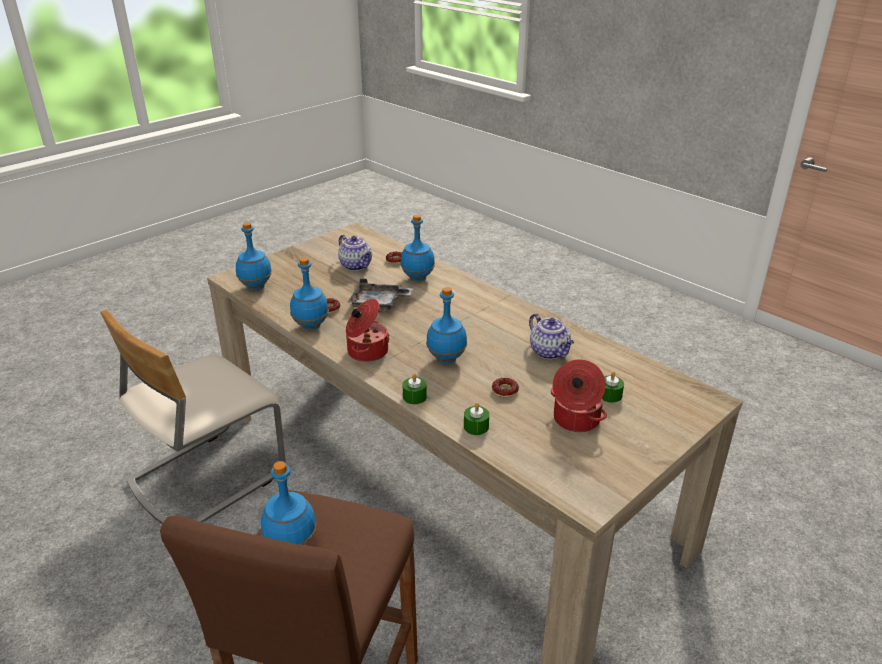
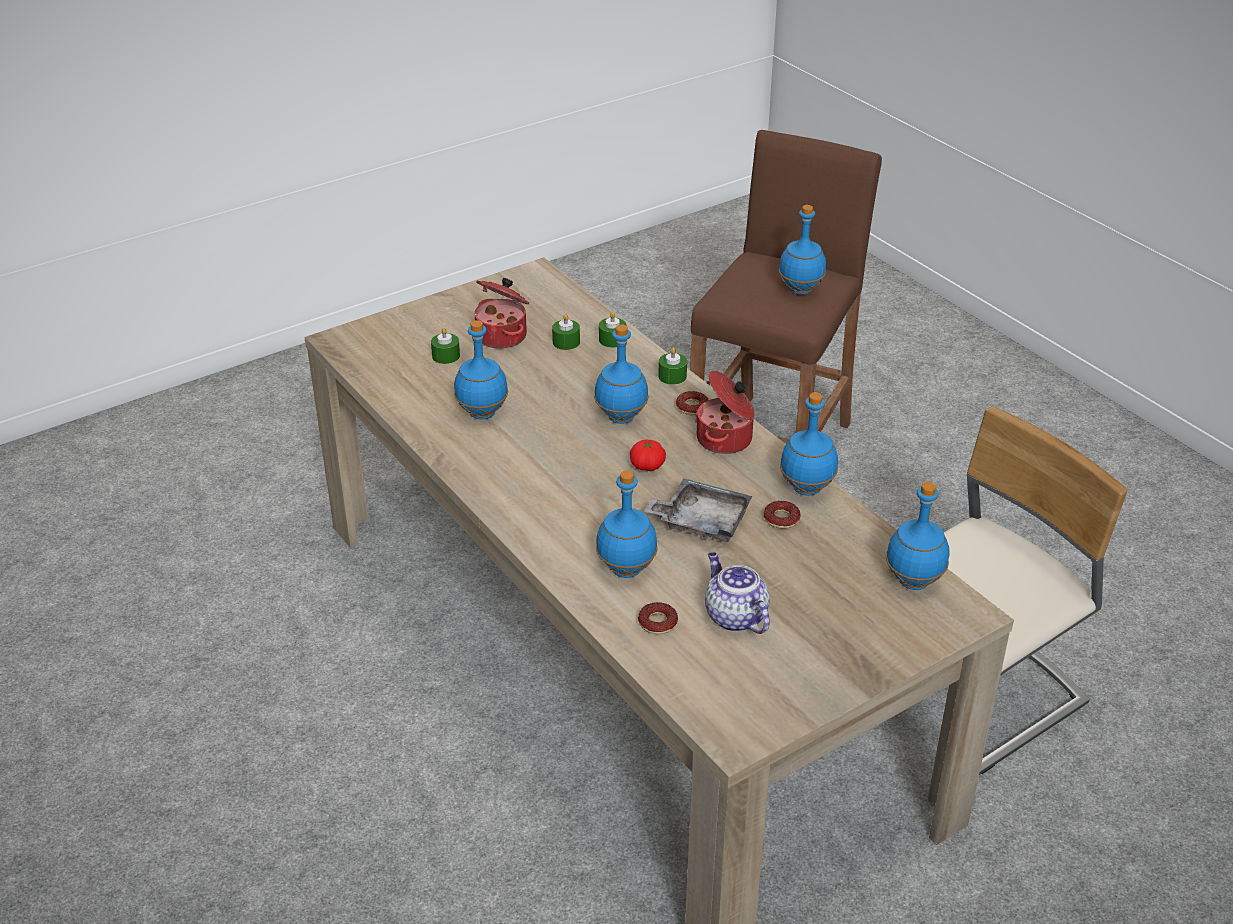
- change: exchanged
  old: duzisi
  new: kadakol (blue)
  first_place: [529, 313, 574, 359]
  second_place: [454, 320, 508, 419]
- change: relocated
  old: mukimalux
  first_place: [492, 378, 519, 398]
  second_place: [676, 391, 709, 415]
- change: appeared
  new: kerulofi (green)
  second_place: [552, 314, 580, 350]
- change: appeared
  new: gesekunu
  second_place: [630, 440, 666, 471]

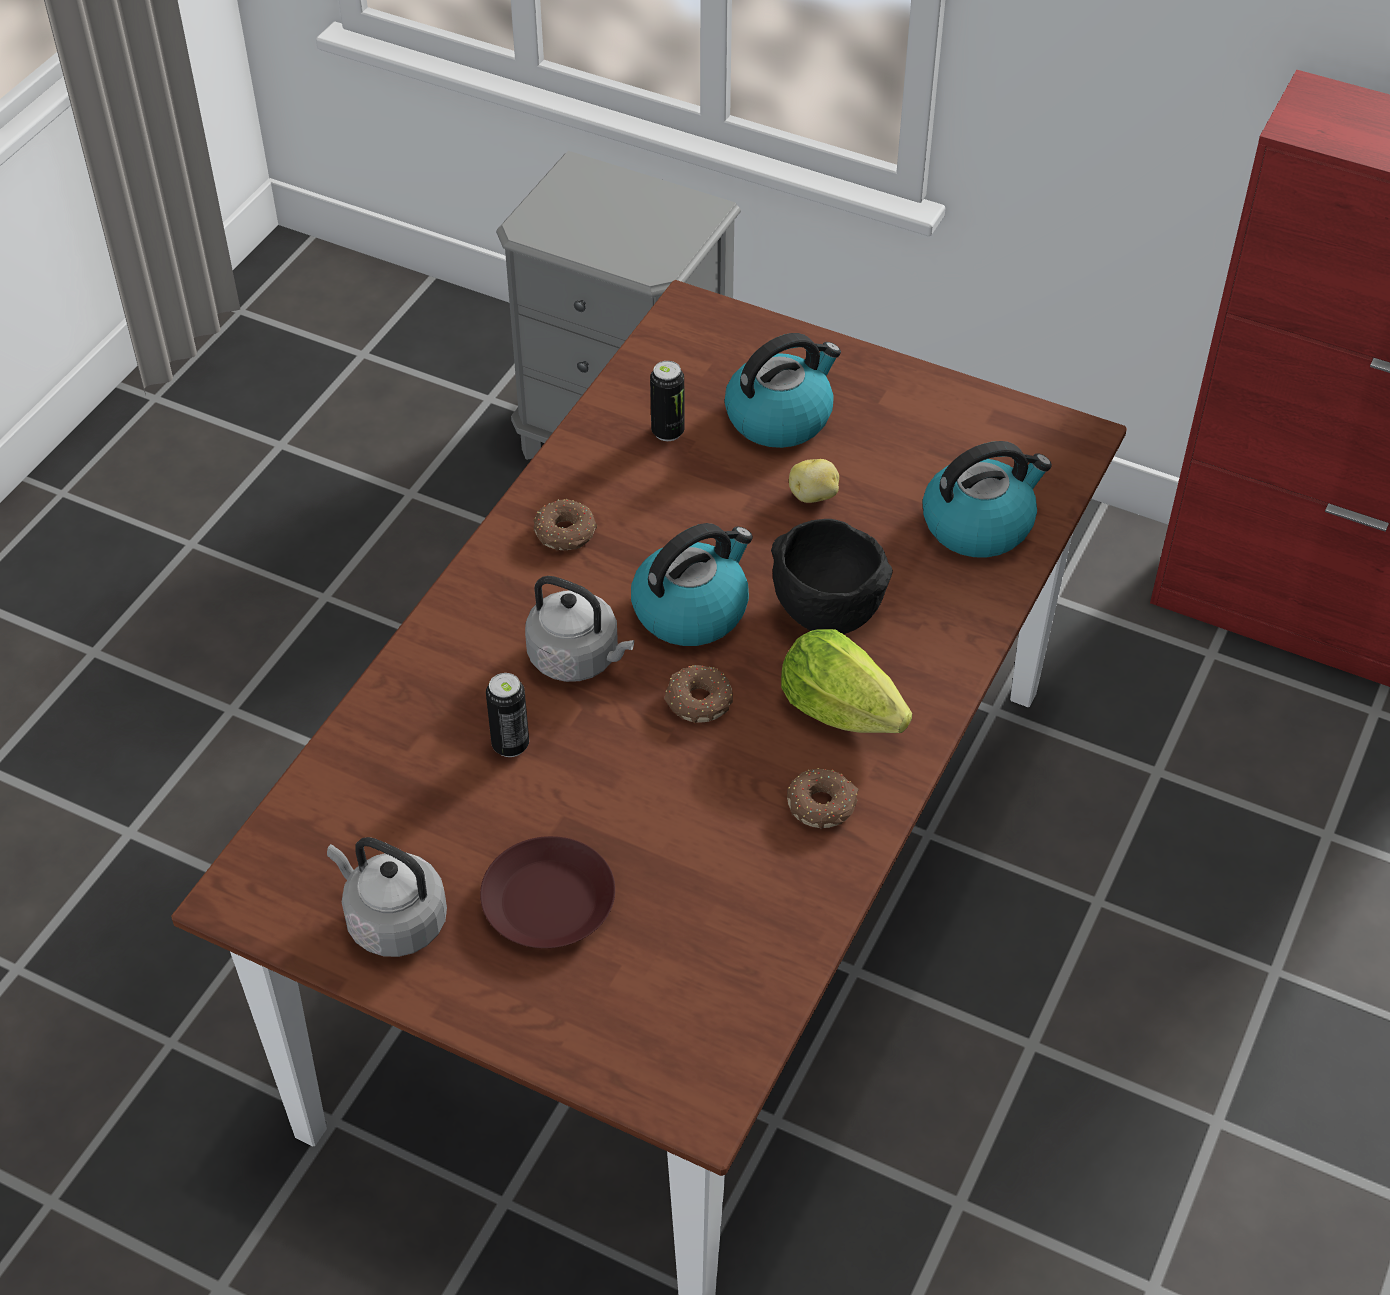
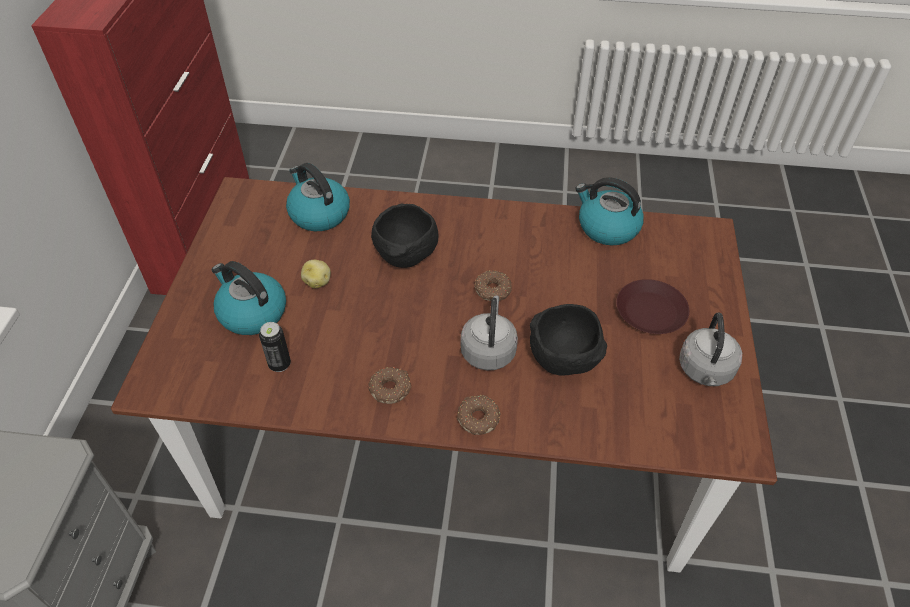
- change: relocated
  old: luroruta
  first_place: [631, 523, 753, 646]
  second_place: [575, 177, 644, 245]
- change: missing
  old: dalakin
  first_place: [781, 629, 912, 733]
- change: exchanged
  old: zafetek
  new: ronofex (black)
  first_place: [486, 673, 529, 757]
  second_place: [530, 304, 607, 376]
- change: relocated
  old: mukimalux
  first_place: [787, 768, 859, 829]
  second_place: [457, 395, 501, 435]

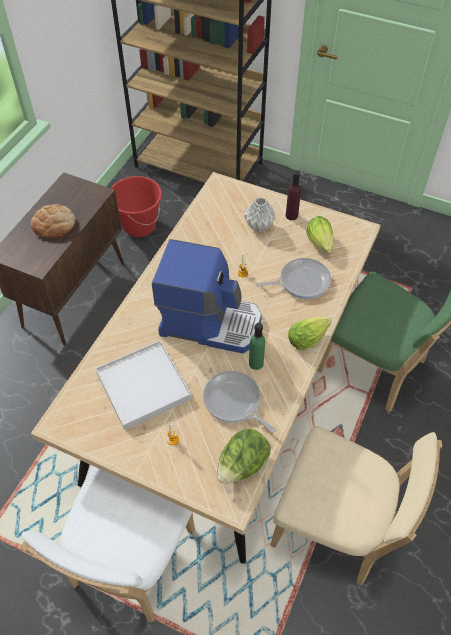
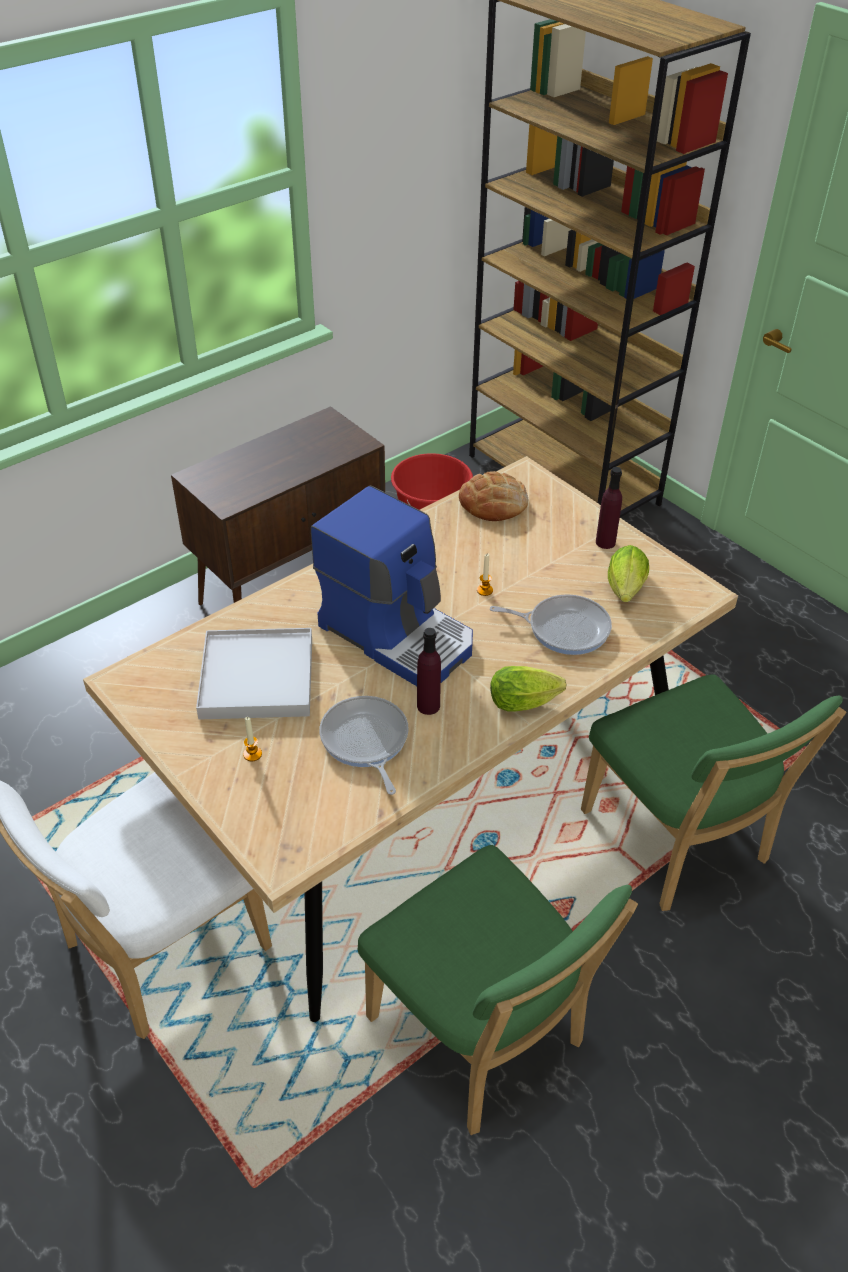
- change: missing
  old: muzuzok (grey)
  first_place: [244, 197, 275, 232]
- change: relocated
  old: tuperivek
  first_place: [31, 204, 76, 238]
  second_place: [459, 471, 529, 521]
- change: colour
  old: kadakol (green)
  new: kadakol (purple)
  first_place: [249, 323, 265, 370]
  second_place: [417, 628, 441, 715]
- change: colour
  old: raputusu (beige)
  new: raputusu (green)
  first_place: [270, 426, 442, 586]
  second_place: [357, 845, 638, 1135]
- change: missing
  old: dalakin
  first_place: [217, 429, 270, 484]

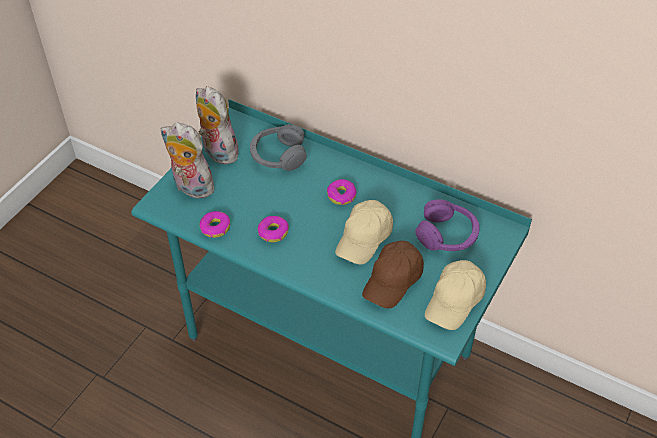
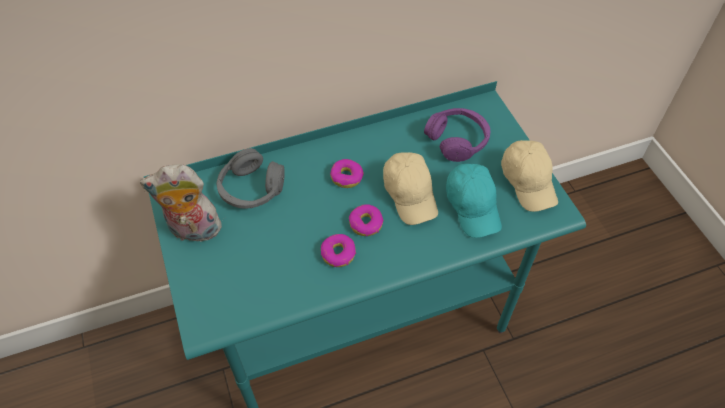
- change: missing
  old: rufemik
  first_place: [161, 123, 214, 198]
- change: relocated
  old: mukimalux
  first_place: [200, 211, 230, 238]
  second_place: [349, 204, 384, 236]
- change: colour
  old: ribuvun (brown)
  new: ribuvun (turquoise)
  first_place: [362, 241, 424, 308]
  second_place: [446, 164, 502, 238]

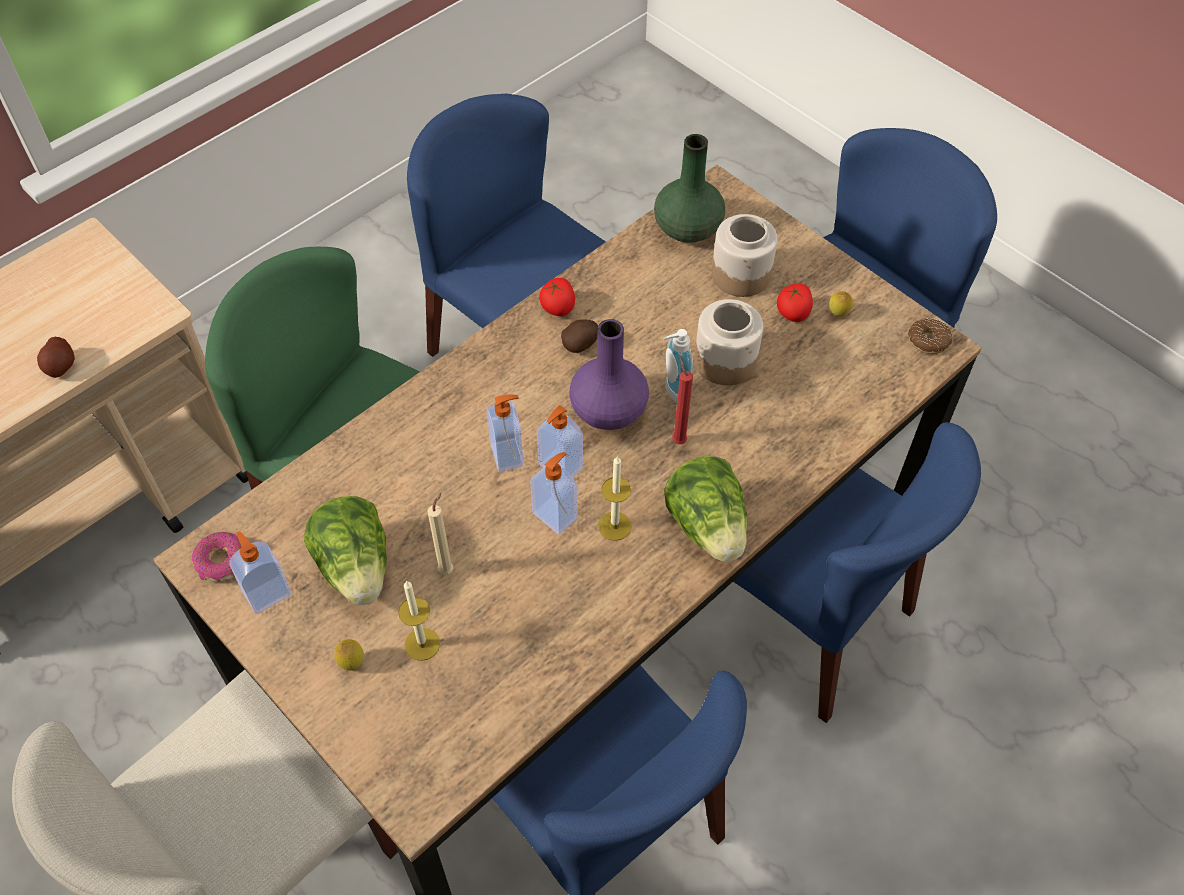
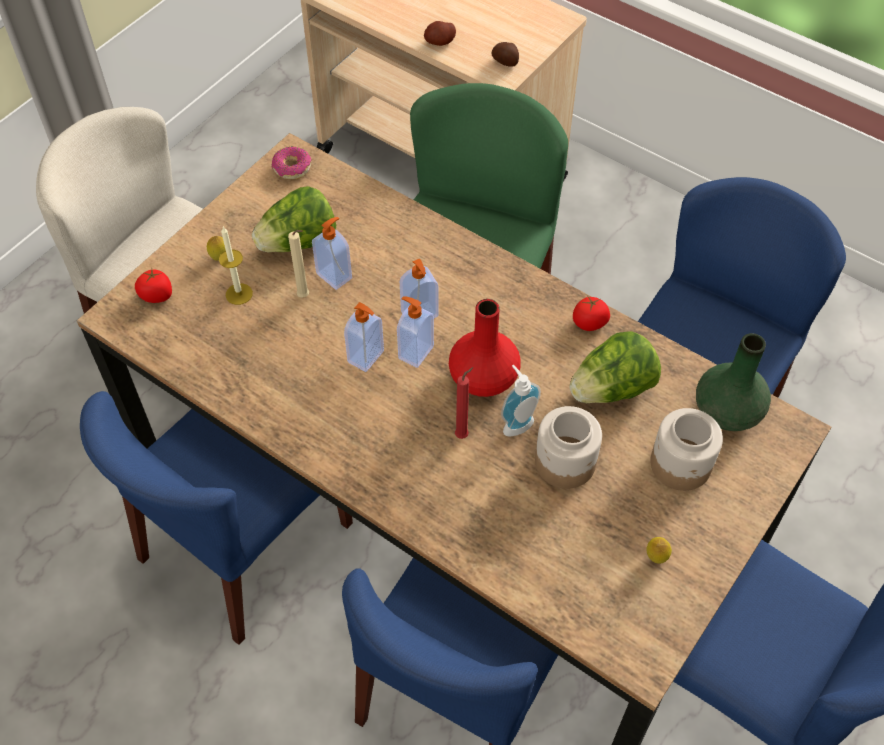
- change: relocated
  old: gesekunu
  first_place: [777, 283, 813, 322]
  second_place: [135, 269, 172, 303]
- change: missing
  old: mukimalux
  first_place: [908, 318, 953, 354]
- change: relocated
  old: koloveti
  first_place: [561, 319, 598, 353]
  second_place: [492, 42, 519, 67]
- change: colour
  old: muzuzok (purple)
  new: muzuzok (red)
  first_place: [569, 319, 649, 430]
  second_place: [449, 299, 521, 397]
- change: missing
  old: kerulofi
  first_place: [598, 456, 632, 541]
- change: relocated
  old: dalakin
  first_place: [664, 456, 747, 562]
  second_place: [570, 331, 661, 403]
- change: relocated
  old: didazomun
  first_place: [229, 531, 292, 614]
  second_place: [312, 217, 352, 290]

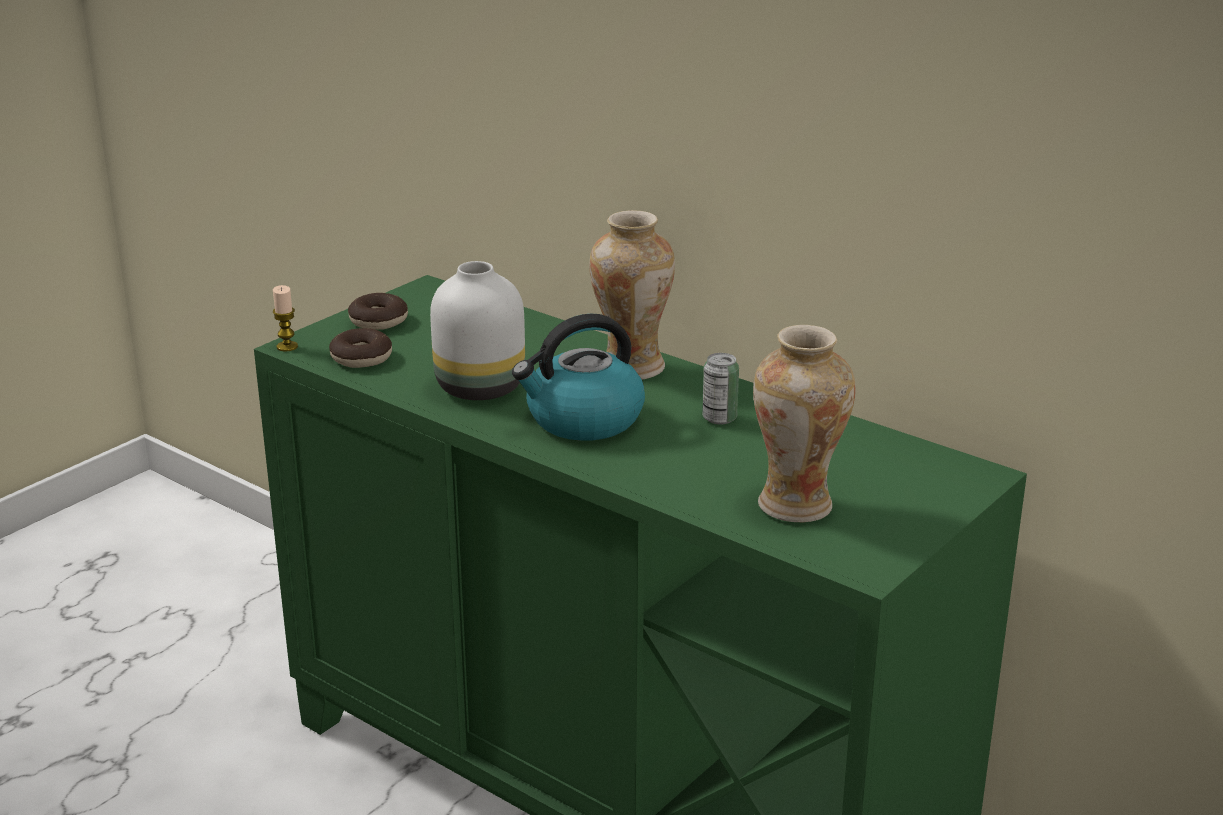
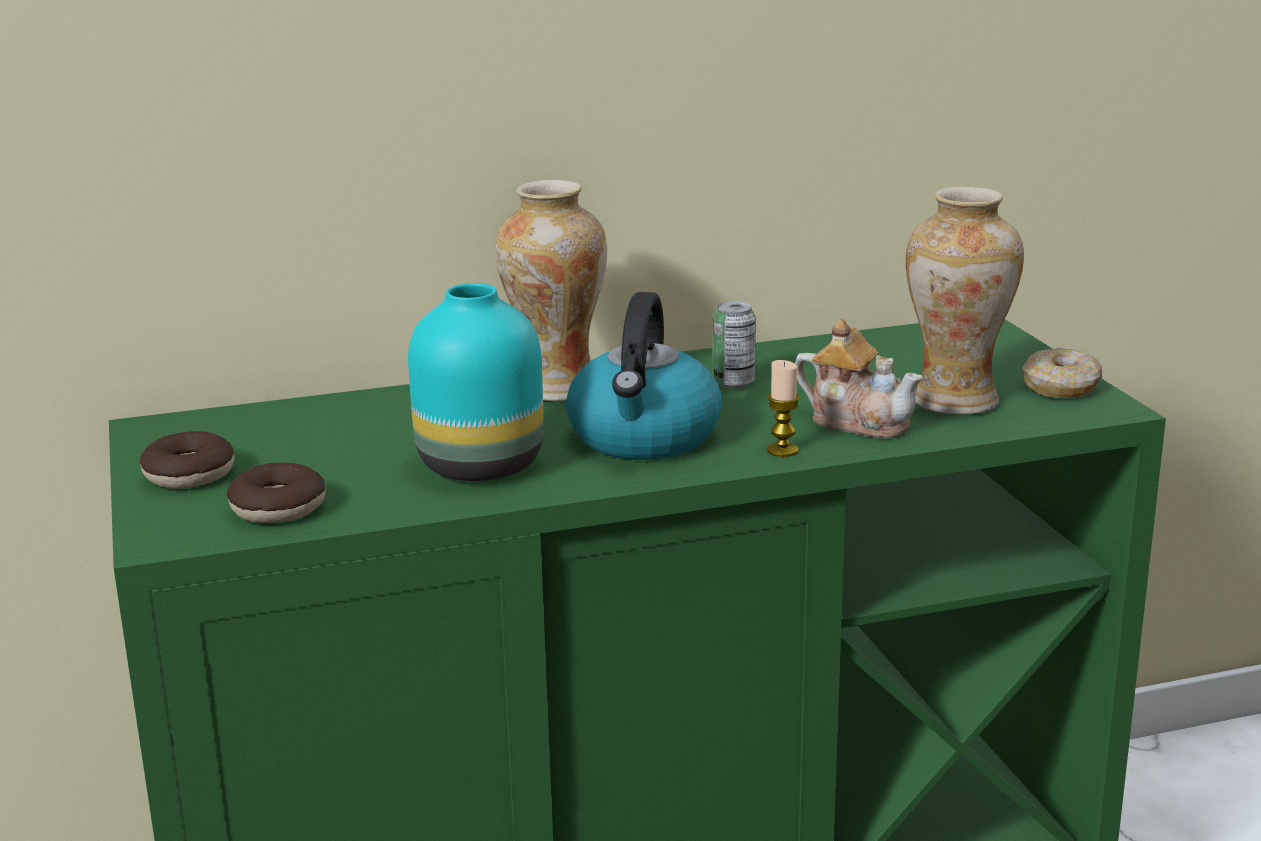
- change: colour
  old: muzuzok (white)
  new: muzuzok (turquoise)
  first_place: [430, 261, 525, 400]
  second_place: [408, 283, 544, 481]
- change: relocated
  old: kerulofi
  first_place: [273, 285, 298, 352]
  second_place: [767, 360, 800, 457]
- change: appeared
  new: duzisi
  second_place: [795, 318, 922, 438]
- change: appeared
  new: mukimalux
  second_place: [1022, 348, 1102, 398]

